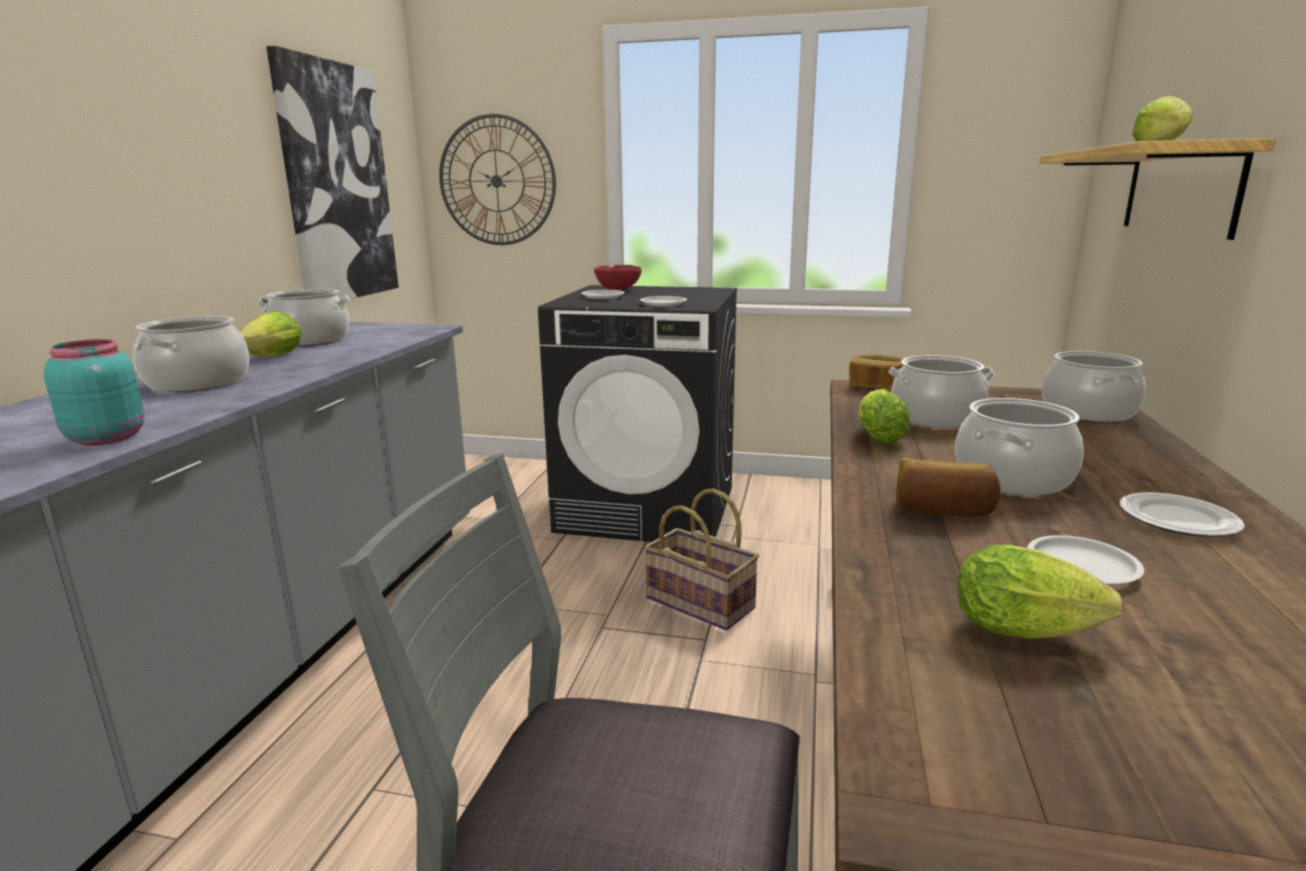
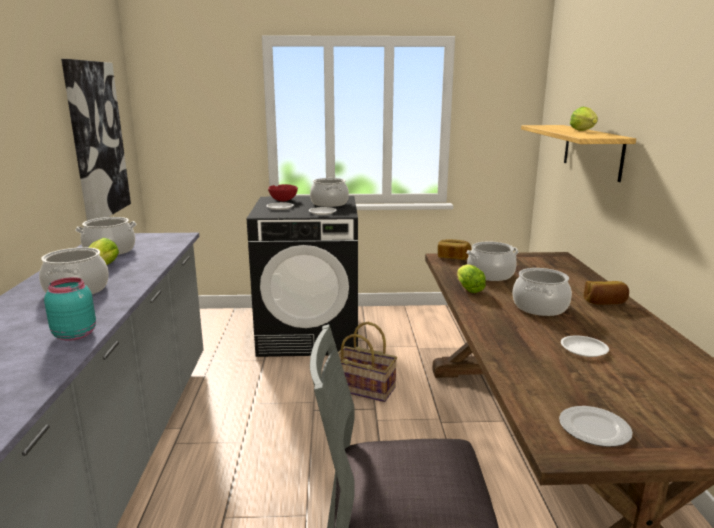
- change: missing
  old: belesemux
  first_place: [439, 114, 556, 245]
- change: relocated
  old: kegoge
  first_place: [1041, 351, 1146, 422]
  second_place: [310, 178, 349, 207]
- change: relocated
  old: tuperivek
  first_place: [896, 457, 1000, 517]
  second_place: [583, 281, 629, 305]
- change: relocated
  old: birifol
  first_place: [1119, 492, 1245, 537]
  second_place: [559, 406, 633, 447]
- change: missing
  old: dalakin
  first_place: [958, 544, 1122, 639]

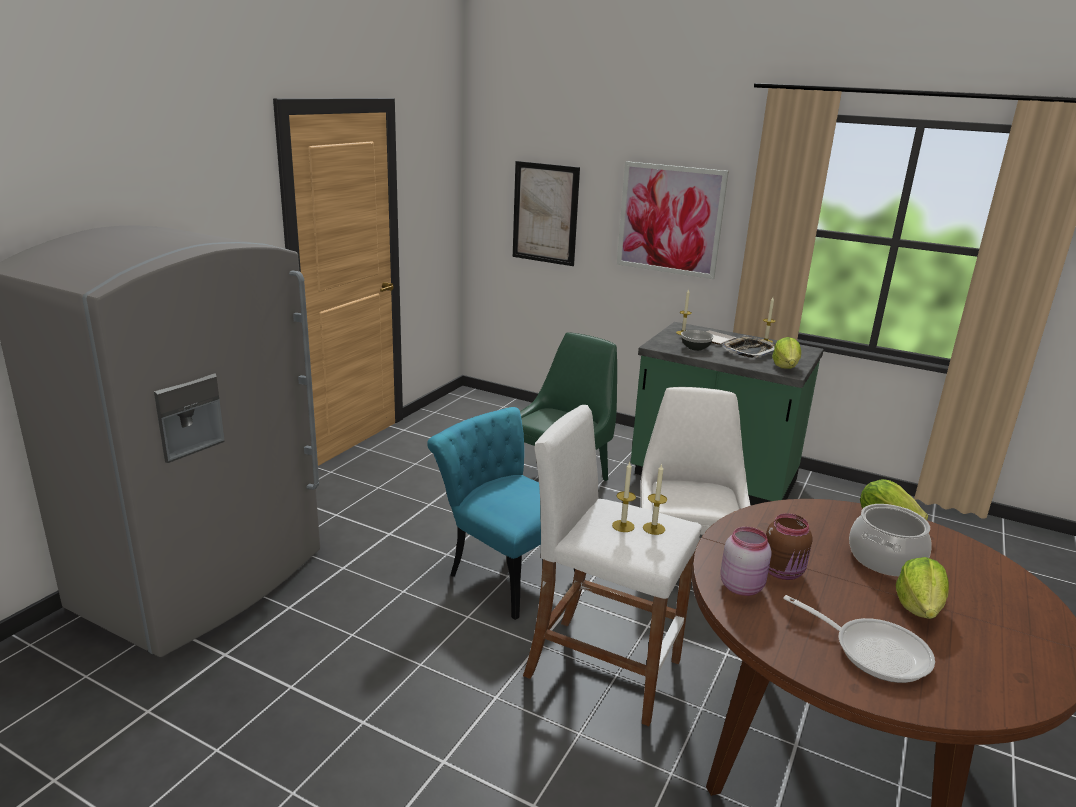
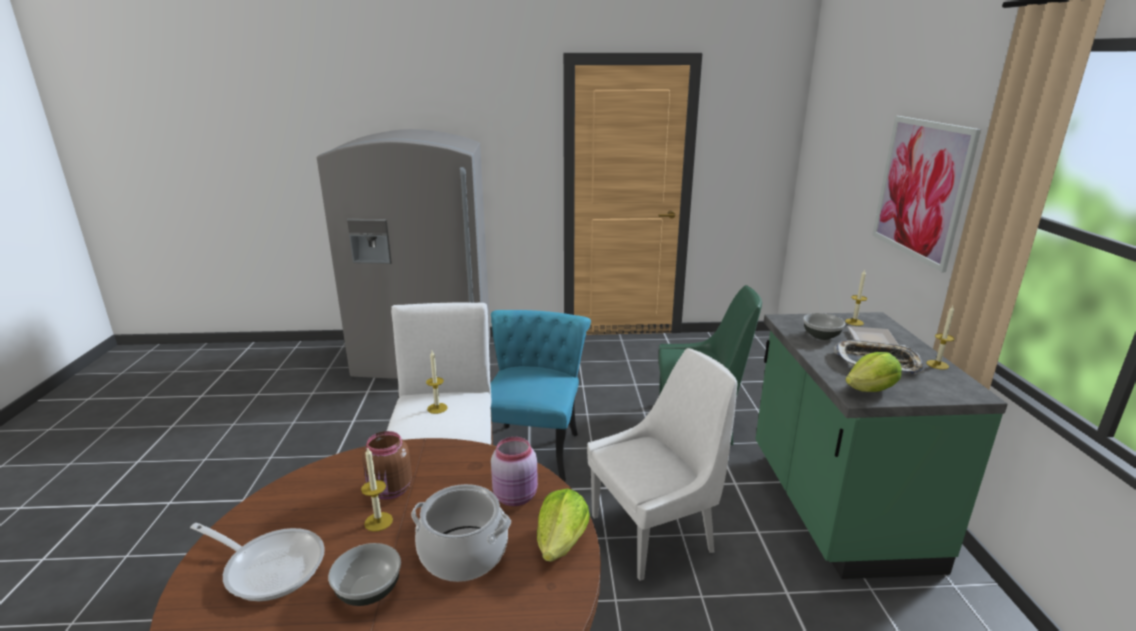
- change: missing
  old: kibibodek
  first_place: [513, 161, 580, 266]
- change: relocated
  old: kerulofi
  first_place: [643, 464, 667, 535]
  second_place: [361, 448, 393, 532]
- change: relocated
  old: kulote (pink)
  first_place: [720, 527, 772, 596]
  second_place: [491, 437, 538, 506]
- change: exchanged
  old: dalakin
  new: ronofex
  first_place: [896, 557, 949, 619]
  second_place: [328, 543, 401, 606]
- change: spun
  old: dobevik
  first_place: [783, 595, 935, 683]
  second_place: [190, 523, 325, 601]
  degrees: -75

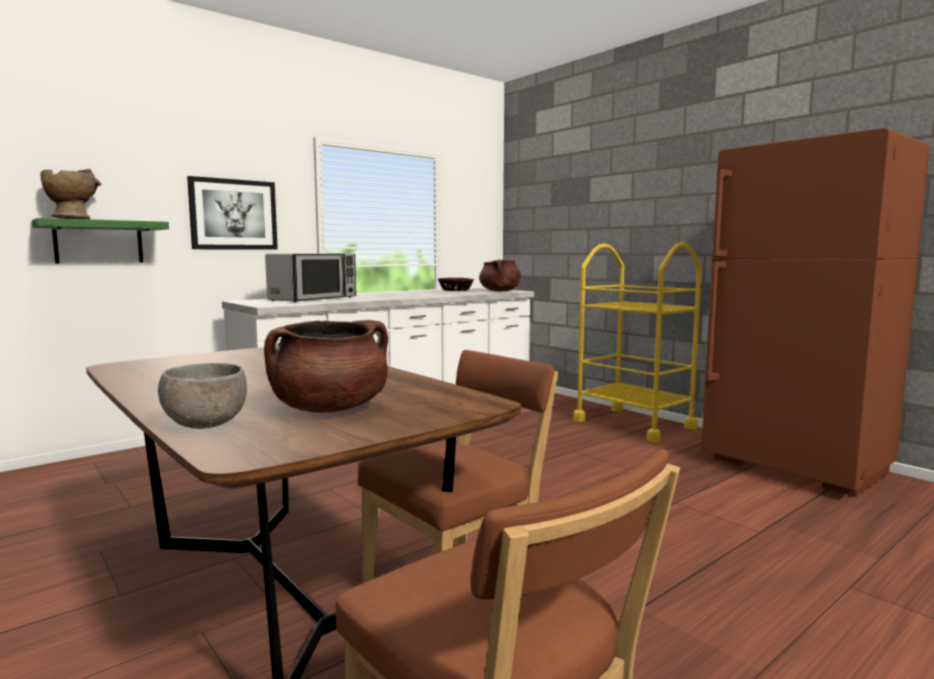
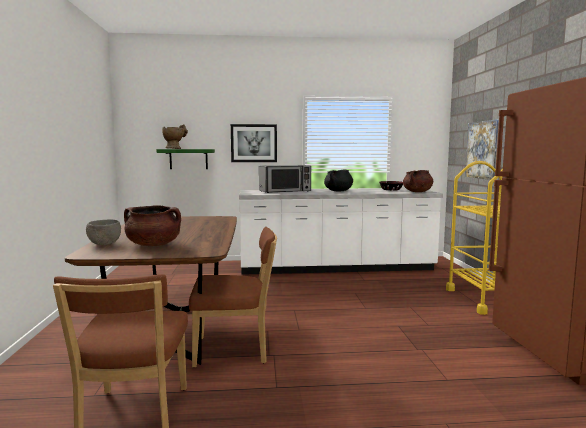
- change: appeared
  new: kibibodek
  second_place: [465, 119, 499, 180]
- change: appeared
  new: kegoge (black)
  second_place: [324, 169, 353, 191]

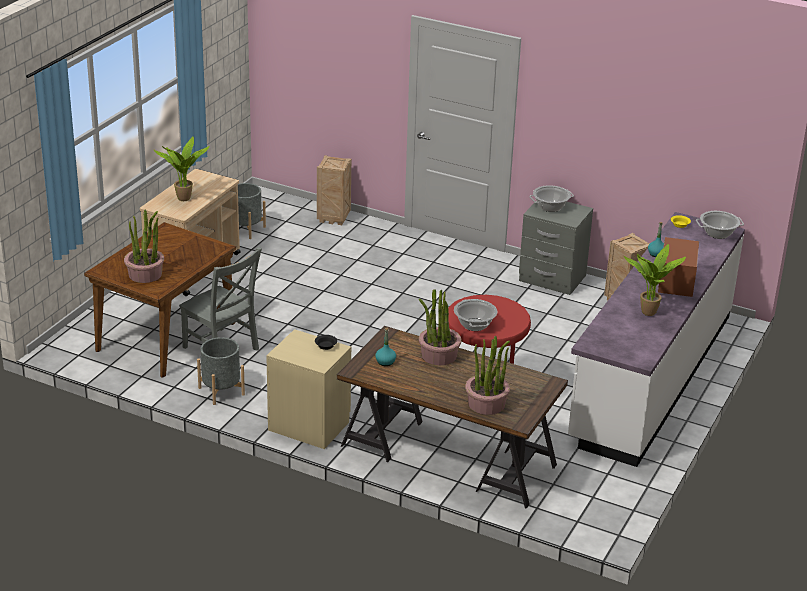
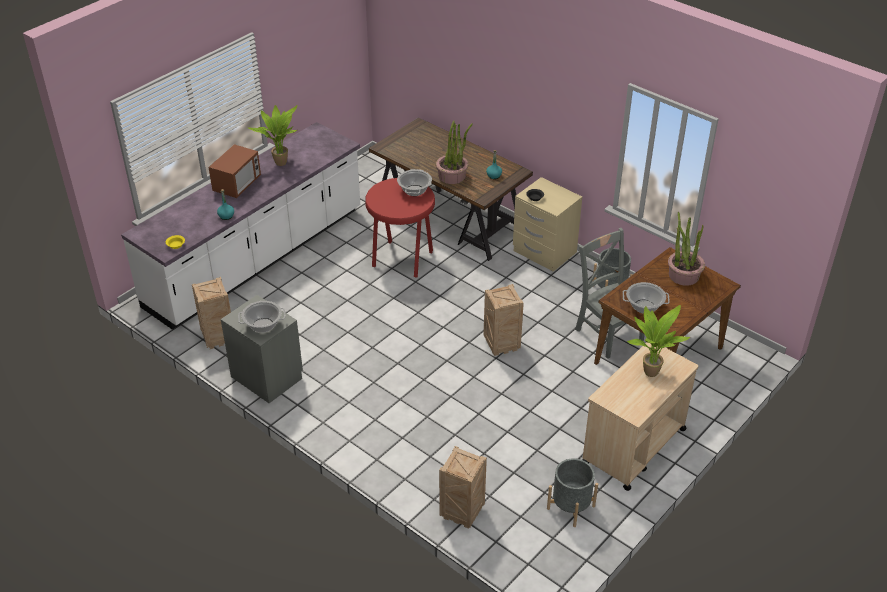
- change: relocated
  old: kegoge
  first_place: [696, 211, 744, 239]
  second_place: [623, 282, 670, 314]
- change: missing
  old: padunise
  first_place: [465, 336, 510, 415]
- change: appeared
  new: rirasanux
  second_place: [483, 284, 524, 356]

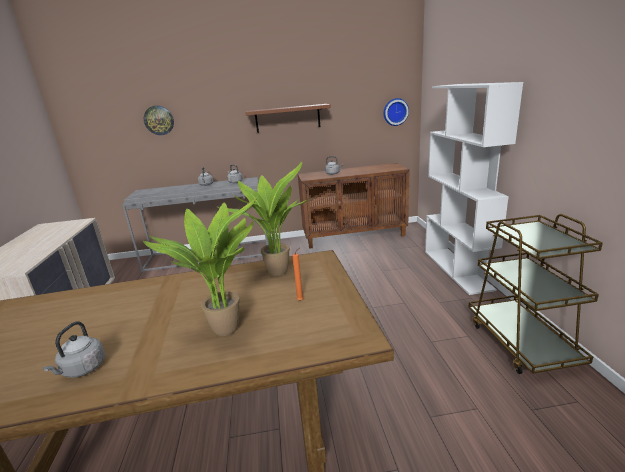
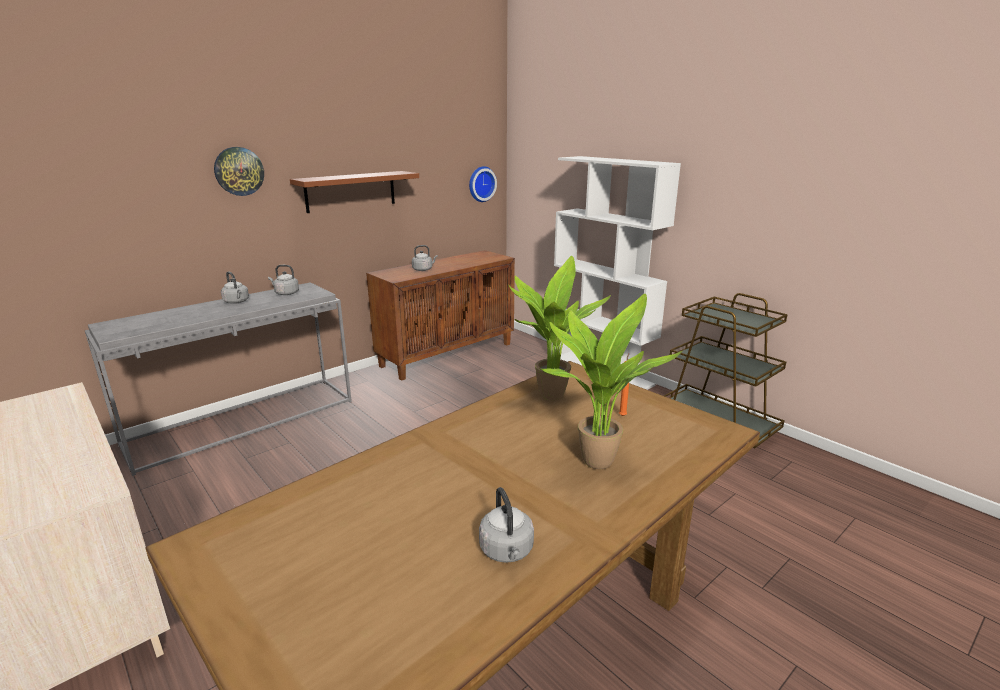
- change: relocated
  old: belesemux
  first_place: [144, 106, 174, 135]
  second_place: [214, 147, 264, 196]

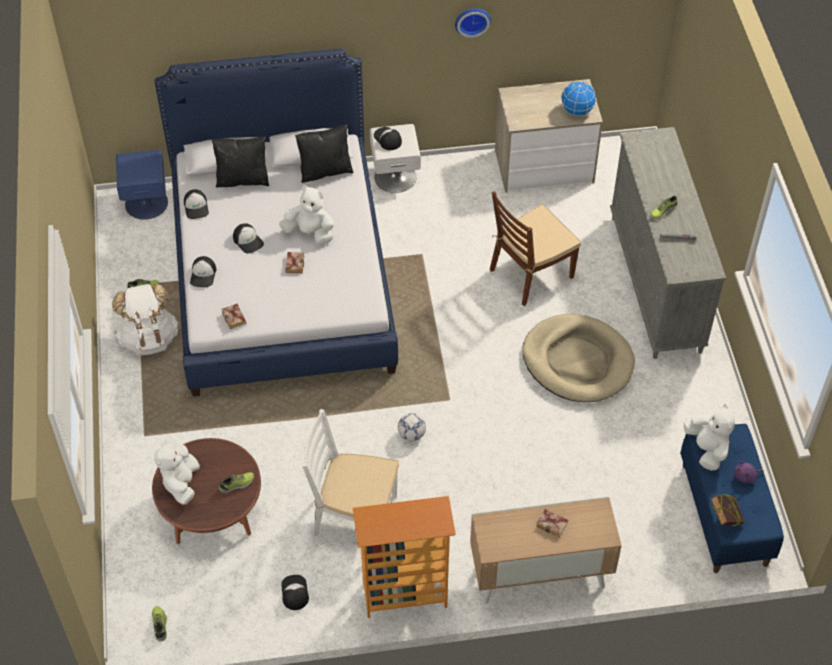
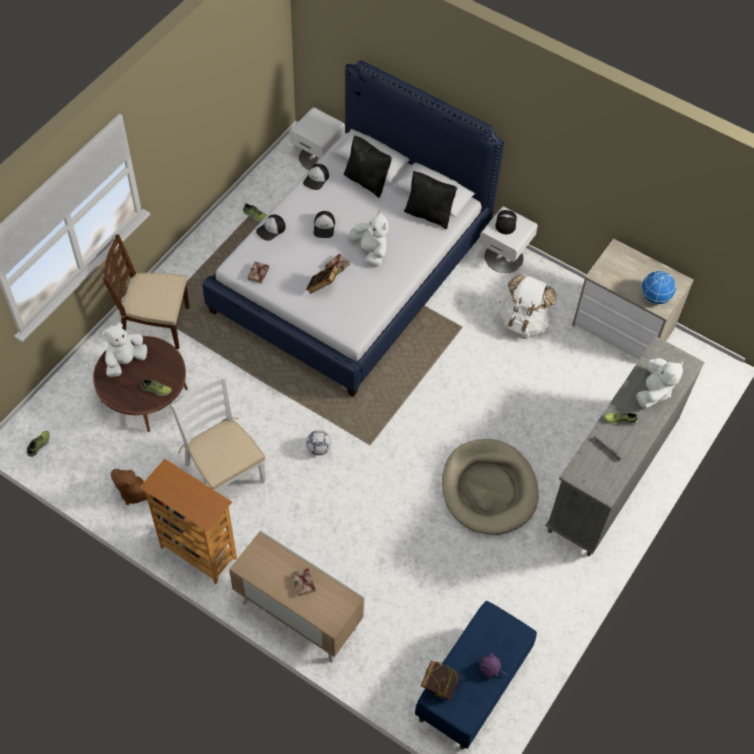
- change: missing
  old: belesemux
  first_place: [455, 9, 491, 38]
- change: colour
  old: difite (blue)
  new: difite (white)
  first_place: [116, 150, 168, 220]
  second_place: [289, 107, 345, 170]
- change: relocated
  old: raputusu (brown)
  first_place: [490, 191, 581, 306]
  second_place: [103, 234, 189, 349]
- change: relocated
  old: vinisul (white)
  first_place: [112, 284, 178, 355]
  second_place: [497, 275, 557, 339]
- change: relocated
  old: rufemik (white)
  first_place: [684, 404, 735, 471]
  second_place: [636, 358, 683, 408]
- change: exchanged
  old: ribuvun
  new: rufemik (brown)
  first_place: [281, 575, 309, 610]
  second_place: [111, 469, 154, 505]
- change: appeared
  new: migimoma
  second_place: [306, 265, 339, 294]

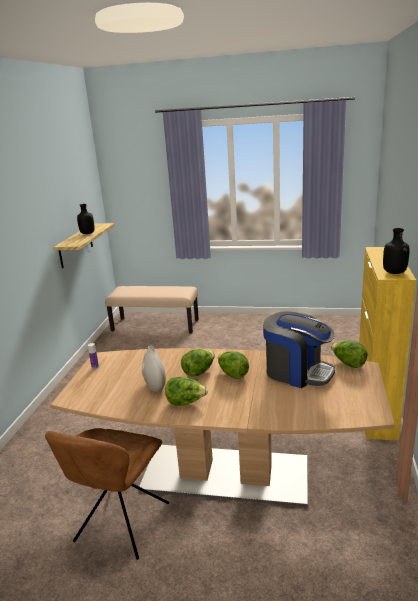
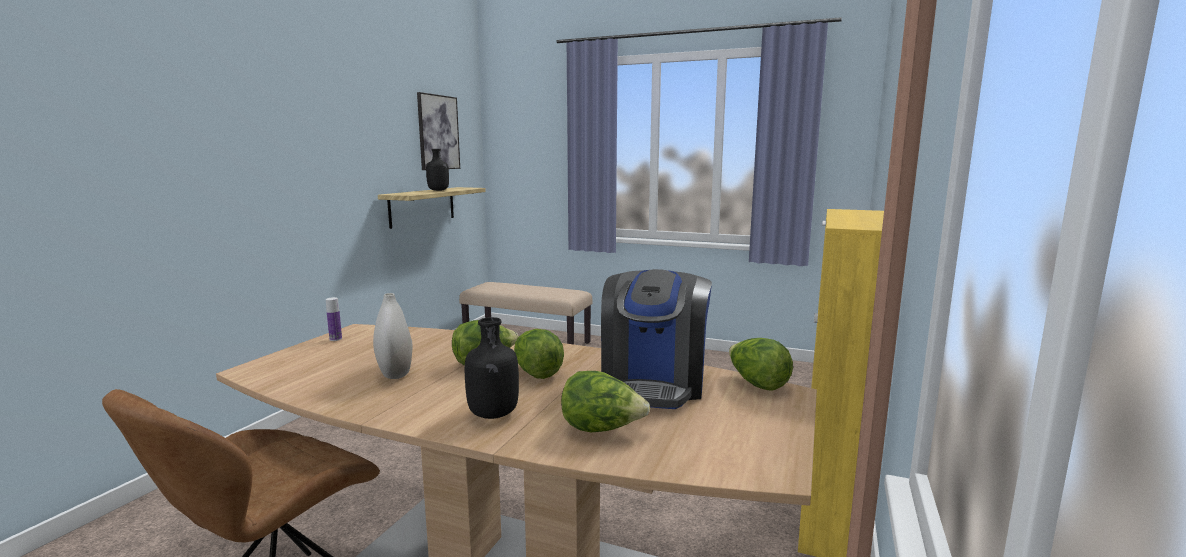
- change: relocated
  old: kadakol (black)
  first_place: [383, 228, 409, 274]
  second_place: [465, 317, 519, 419]
- change: spun
  old: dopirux
  first_place: [263, 311, 335, 388]
  second_place: [601, 269, 712, 409]
  degrees: 60
- change: relocated
  old: dalakin
  first_place: [165, 377, 208, 406]
  second_place: [561, 371, 650, 432]
- change: appeared
  new: kibibodek
  second_place: [417, 92, 460, 170]

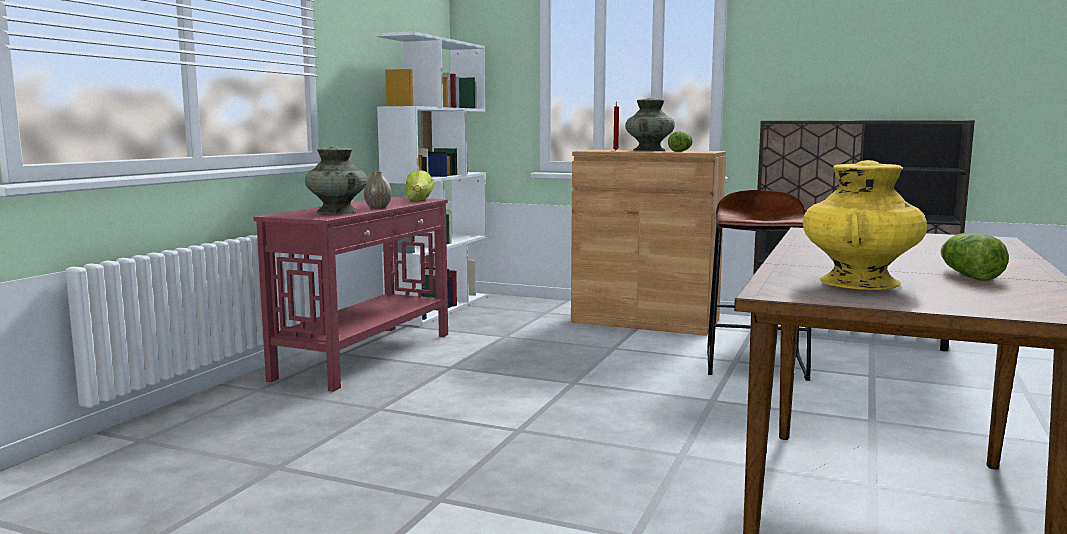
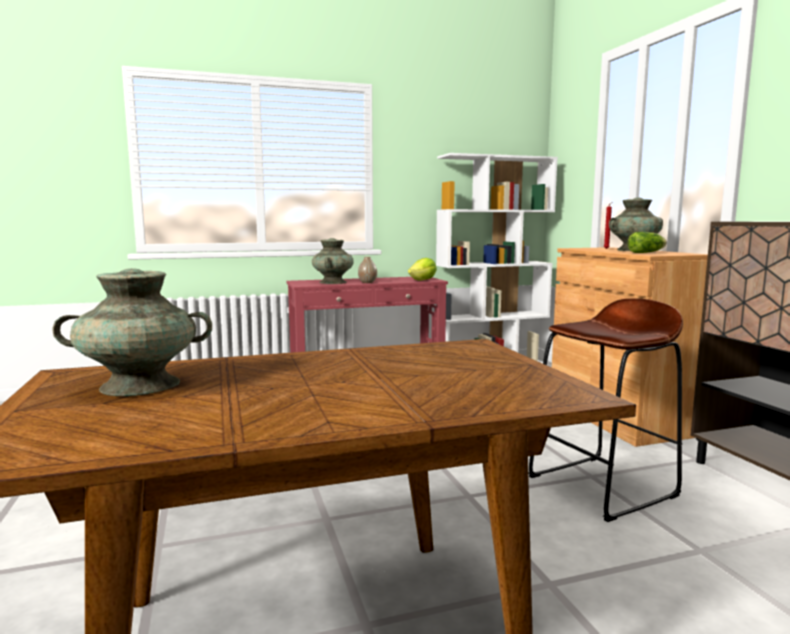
- change: colour
  old: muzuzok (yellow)
  new: muzuzok (turquoise)
  first_place: [803, 160, 927, 290]
  second_place: [52, 268, 212, 396]
- change: missing
  old: dalakin
  first_place: [940, 233, 1009, 281]

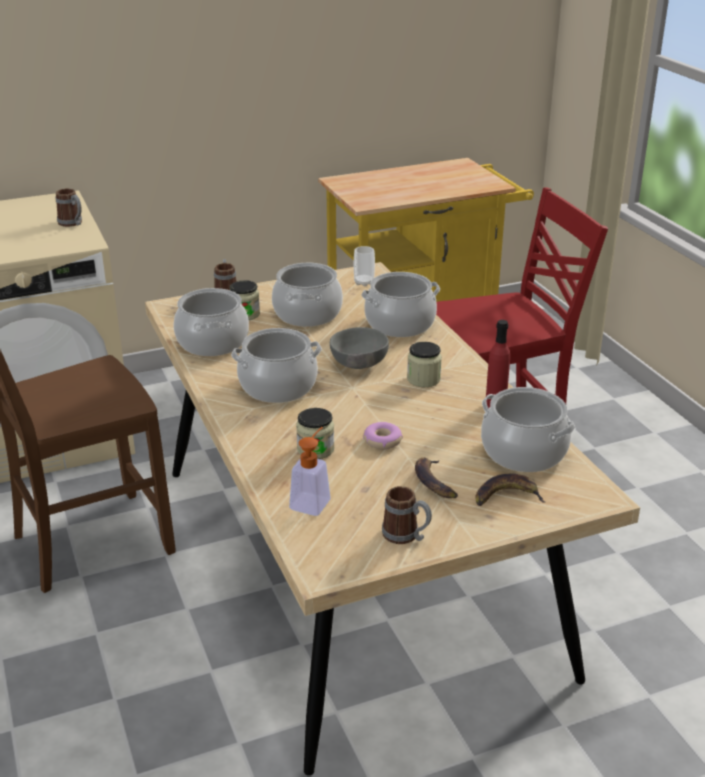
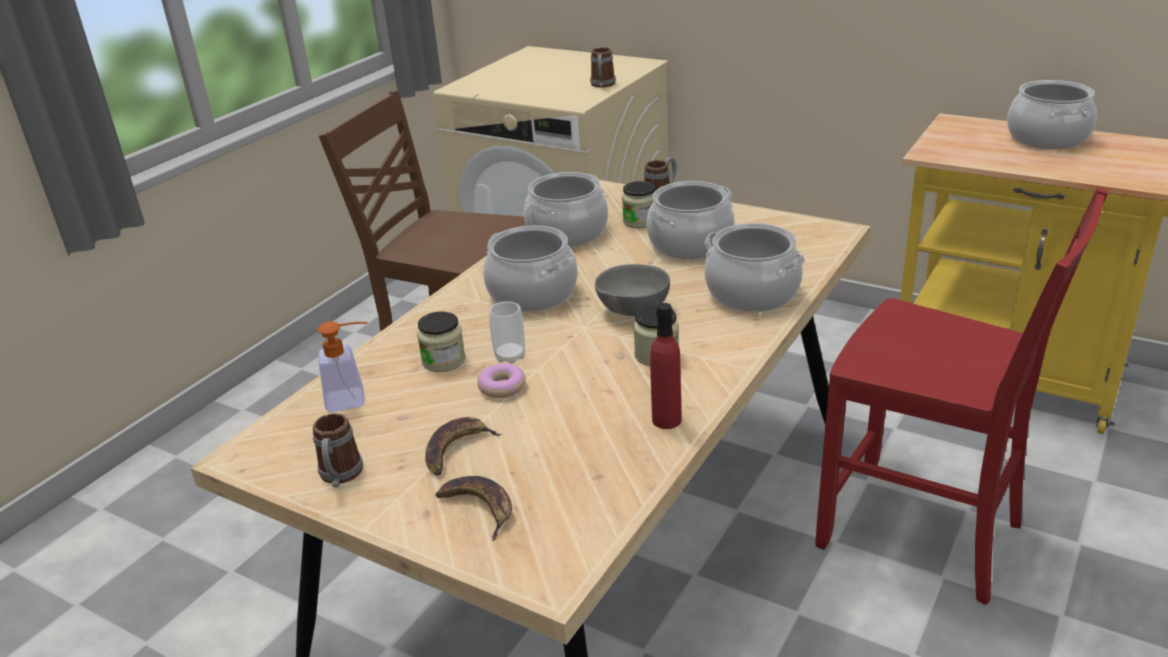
- change: relocated
  old: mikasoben
  first_place: [354, 246, 375, 287]
  second_place: [489, 301, 525, 364]
- change: relocated
  old: kegoge
  first_place: [481, 387, 575, 472]
  second_place: [1007, 80, 1097, 149]

